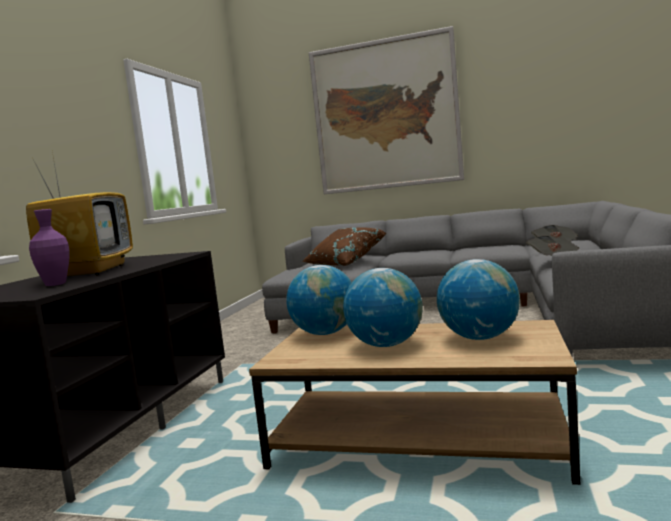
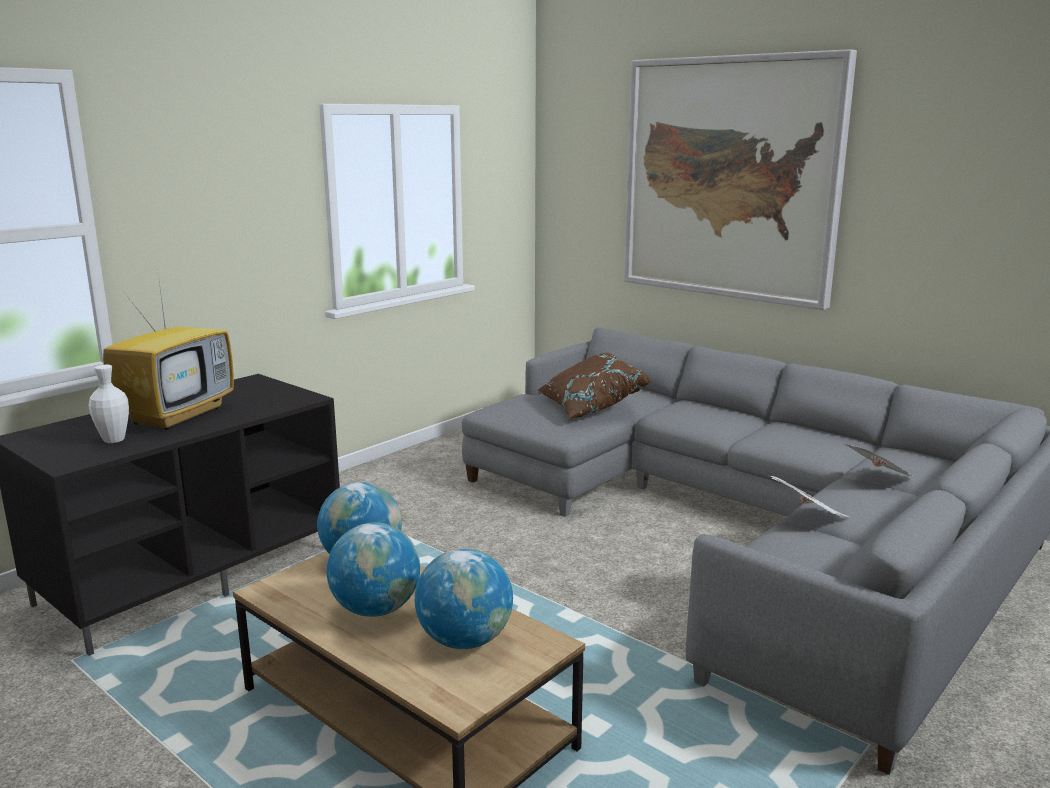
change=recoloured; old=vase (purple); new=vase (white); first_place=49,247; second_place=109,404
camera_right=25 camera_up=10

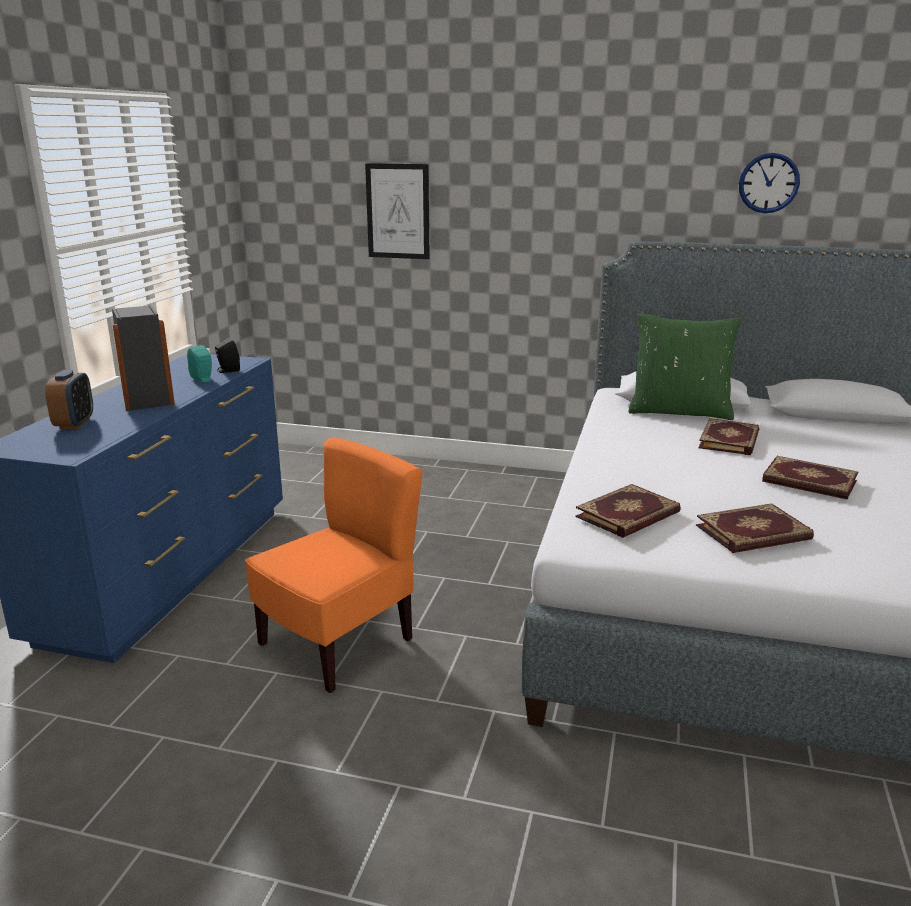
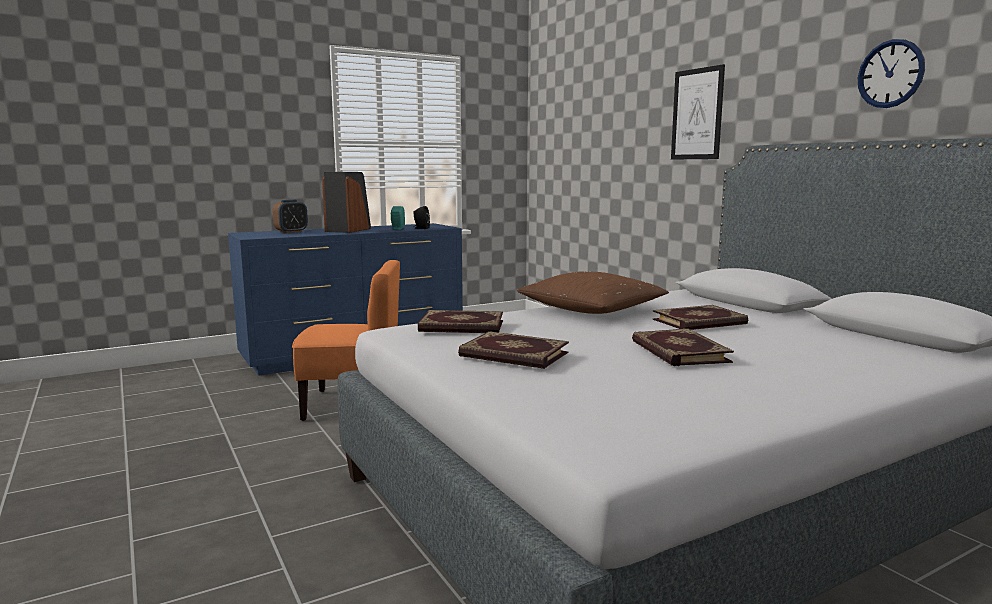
change=removed; old=pillow (green); first_place=684,366
change=added; new=pillow (brown); second_place=593,292
change=moved; old=picture; first_place=397,211; second_place=698,111
camera_right=45 camera_up=-10

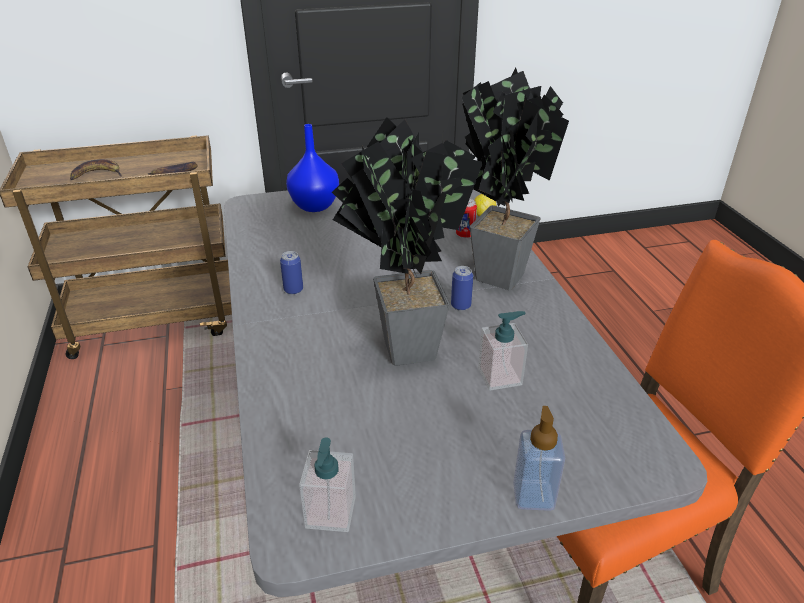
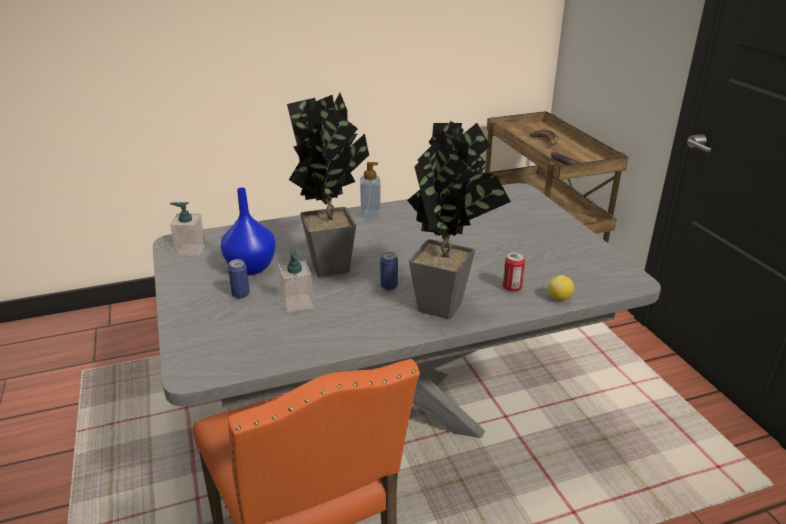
change=moved; old=can; first_place=291,273; second_place=239,278
change=moved; old=vase (blue); first_place=312,168; second_place=248,231
change=moved; old=soap dispenser; first_place=539,458; second_place=370,190
camera_right=85 camera_up=-5

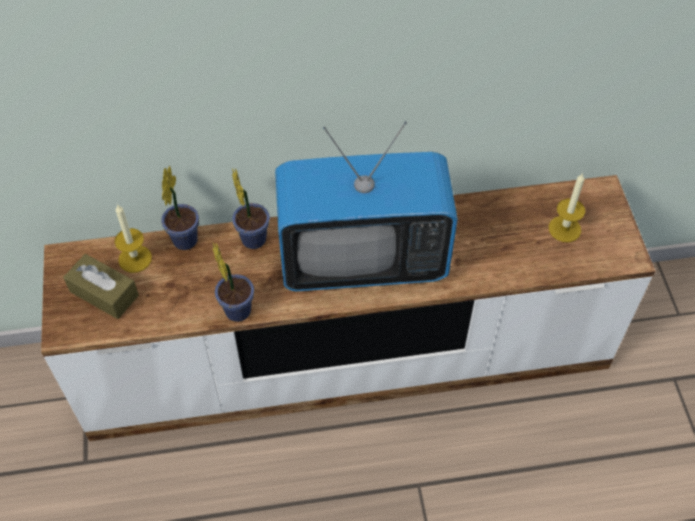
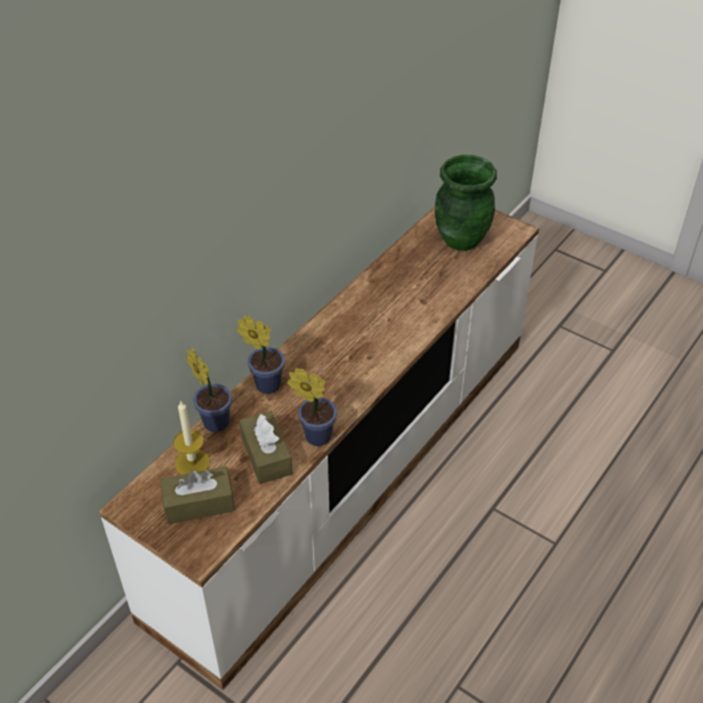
change=removed; old=television; first_place=366,206
change=added; new=tissue box (brown); second_place=266,447
change=replaced; old=candle; new=vase (green); first_place=567,207; second_place=466,203
camera_right=-45 camera_up=-10

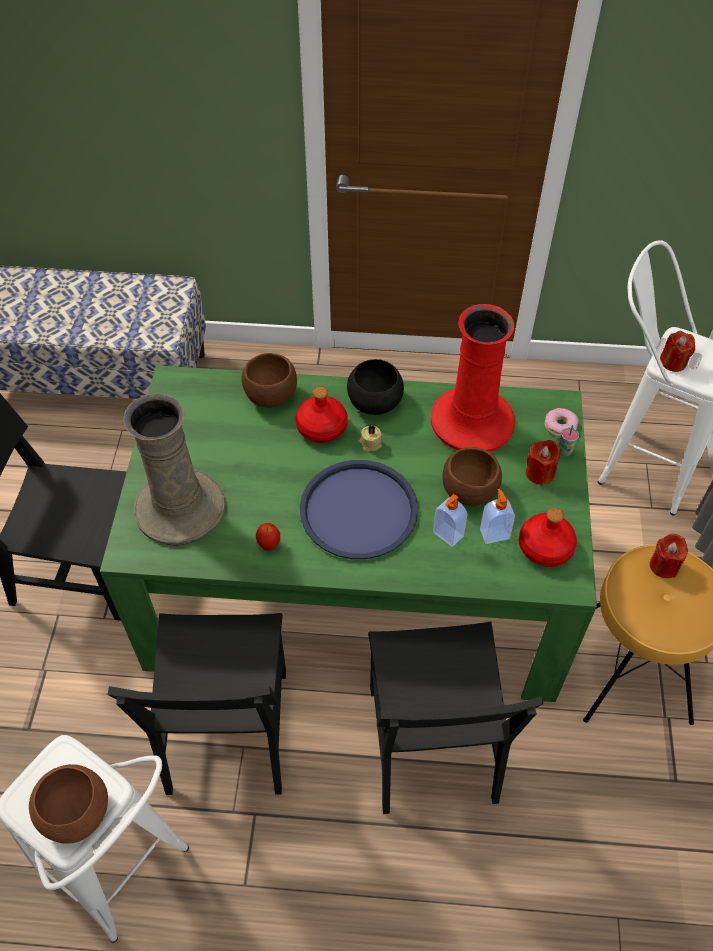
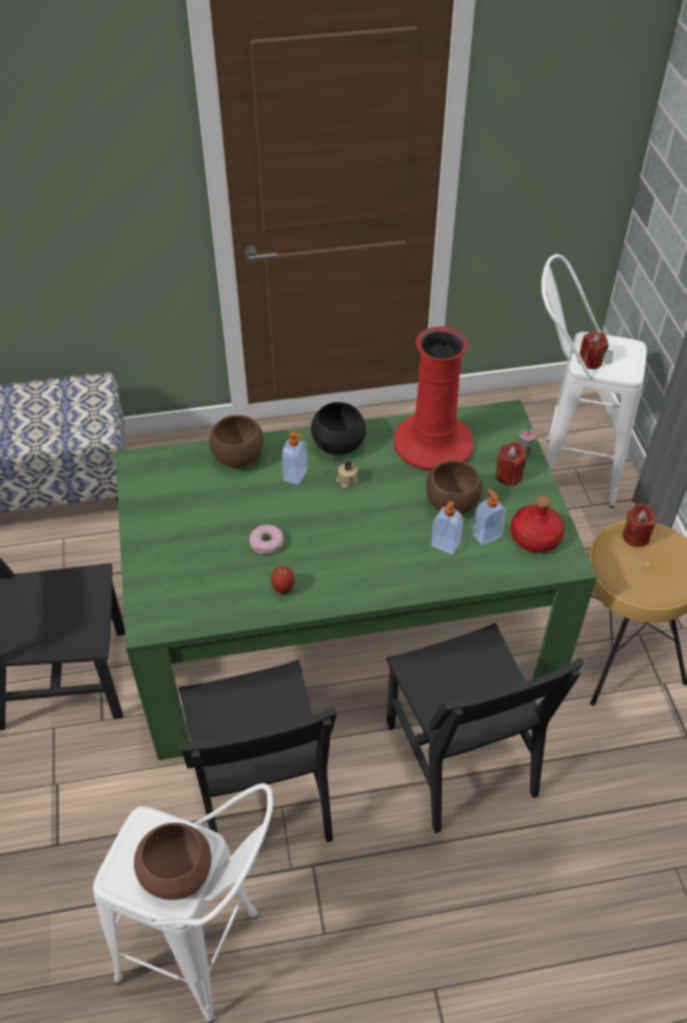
change=removed; old=vase (beige); first_place=174,469
change=removed; old=tray (blue); first_place=359,509
change=moved; old=donut; first_place=561,422; second_place=266,539
change=replaced; old=bottle (red); new=soap dispenser; first_place=322,415; second_place=294,458
camera_right=-15 camera_up=-5

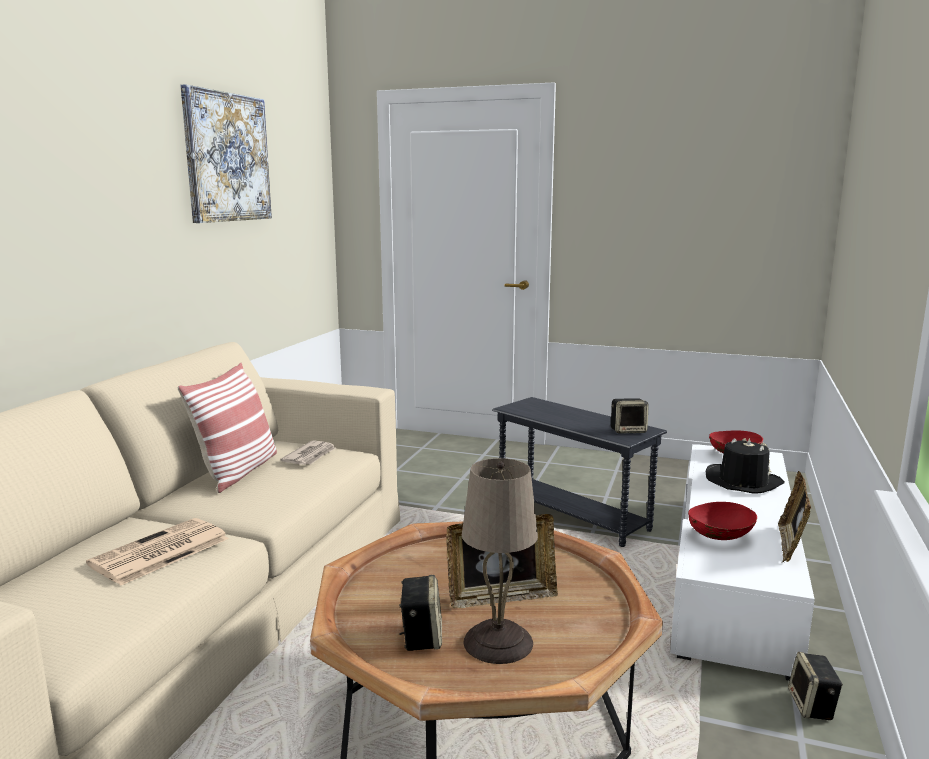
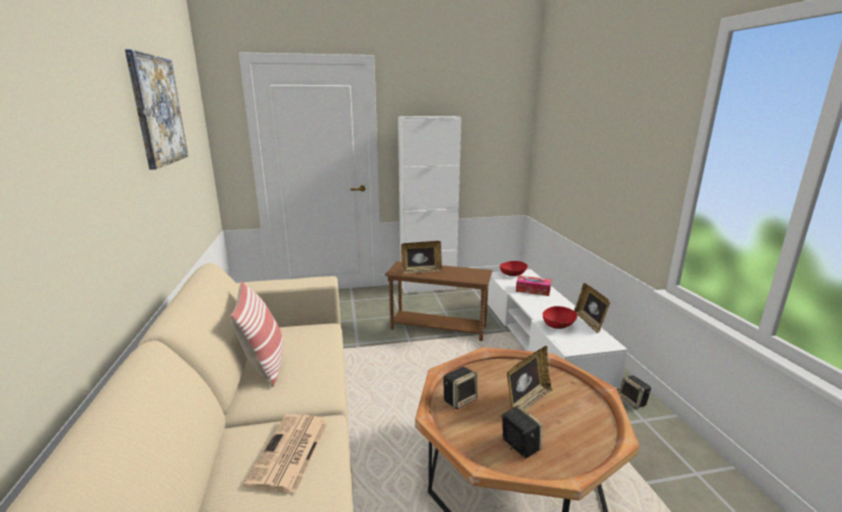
change=removed; old=newspaper; first_place=308,452
change=removed; old=table lamp (beige); first_place=500,561
change=added; new=cabinet (white); second_place=429,205
change=added; new=picture frame; second_place=421,257
change=moved; old=speaker; first_place=630,416; second_place=461,388
change=replaced; old=hat (black); new=tissue box; first_place=745,466; second_place=533,285
change=recoloured; old=side table (grey); new=side table (brown); first_place=579,472; second_place=438,301
camera_right=-30 camera_up=5

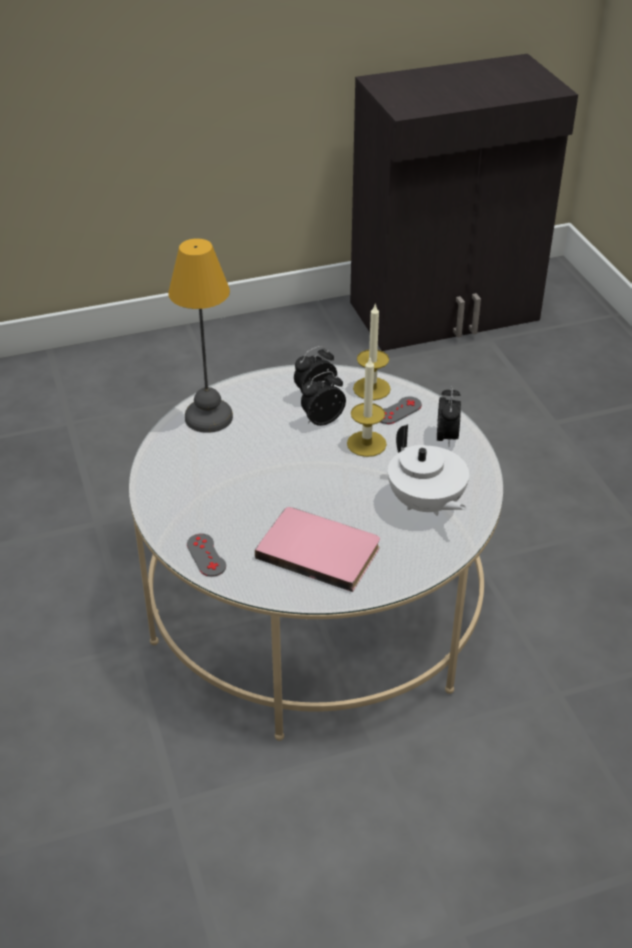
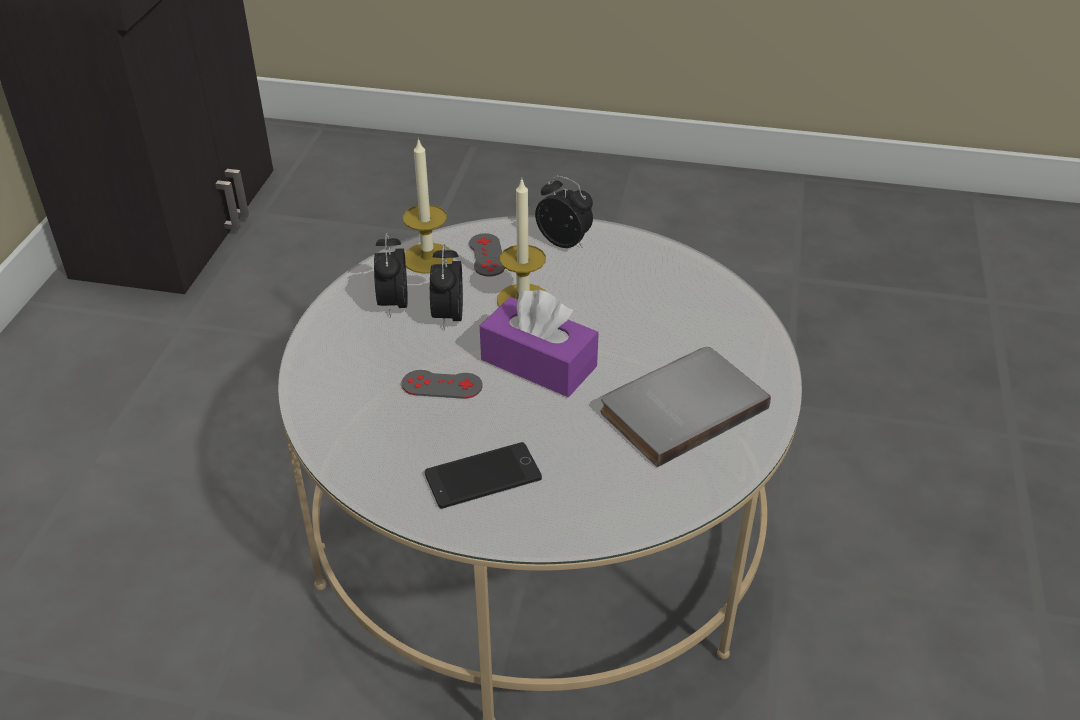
change=removed; old=table lamp; first_place=200,336
change=removed; old=teapot (white); first_place=428,470
change=added; new=phone; second_place=483,475
change=added; new=tissue box (purple); second_place=539,343
change=moved; old=game controller (grey); first_place=206,555; second_place=442,384
change=recoloured; old=book (pink); new=book (grey); first_place=317,549; second_place=686,407
camera_right=-60 camera_up=0

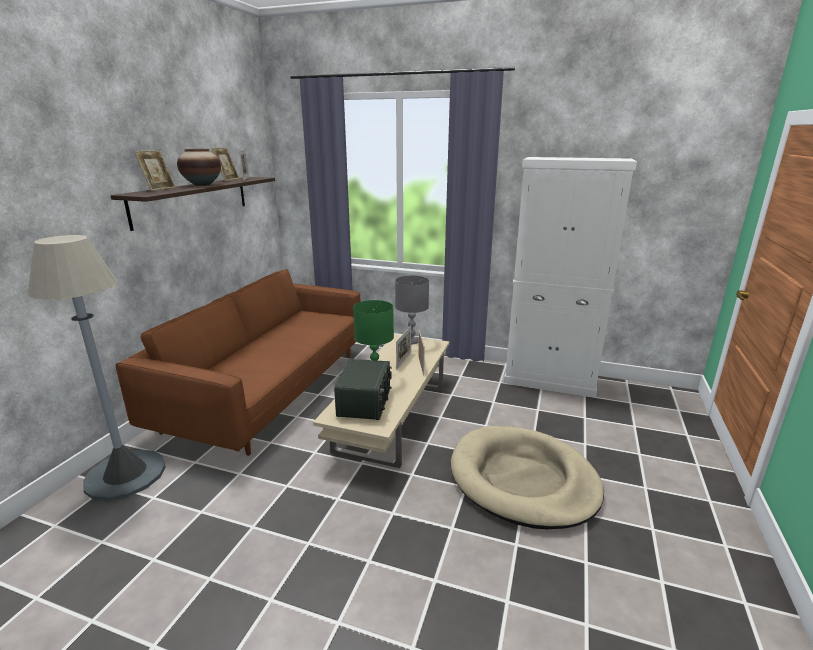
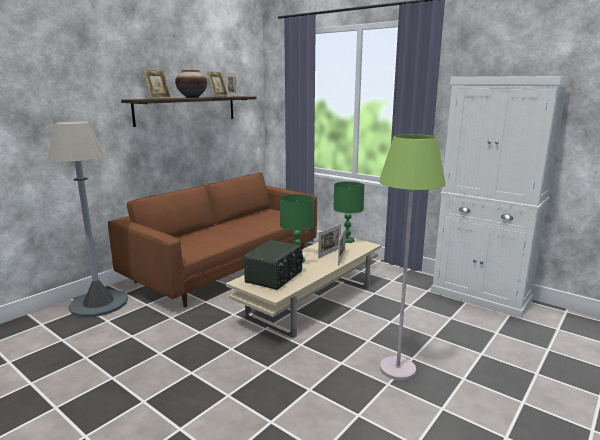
change=replaced; old=dog bed (beige); new=floor lamp (green); first_place=527,477; second_place=412,257
change=recoloured; old=table lamp (grey); new=table lamp (green); first_place=412,310; second_place=348,212
camera_right=20 camera_up=-5

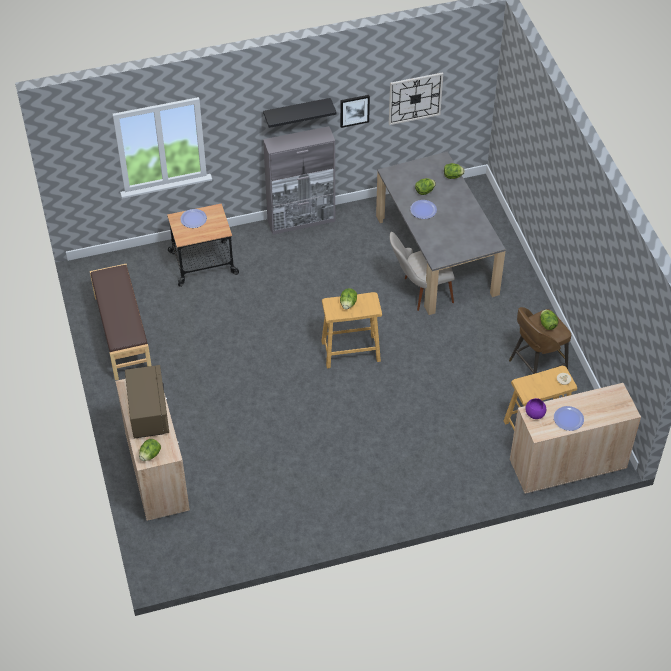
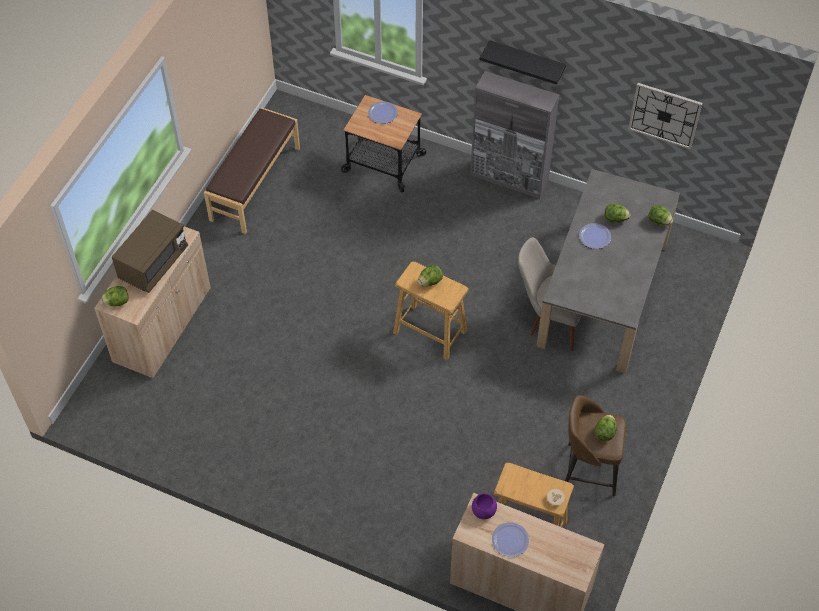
change=removed; old=picture; first_place=355,111
camera_right=40 camera_up=5

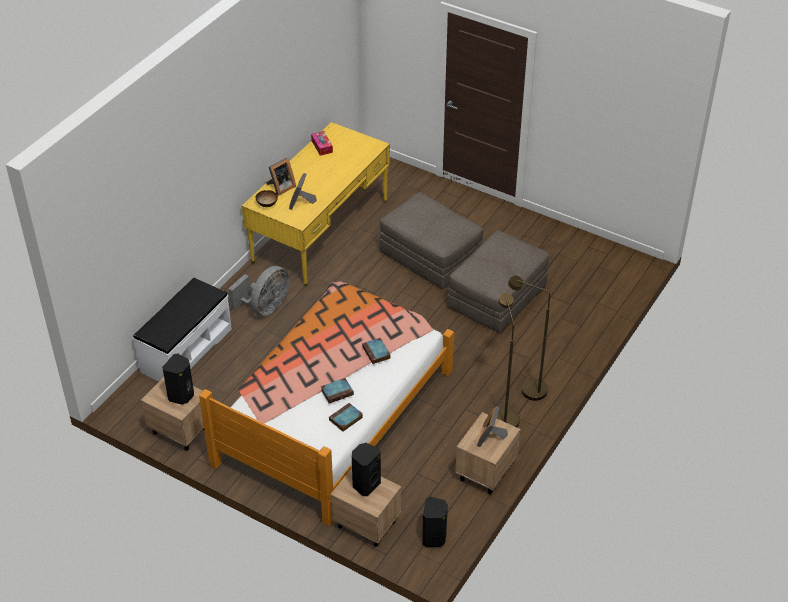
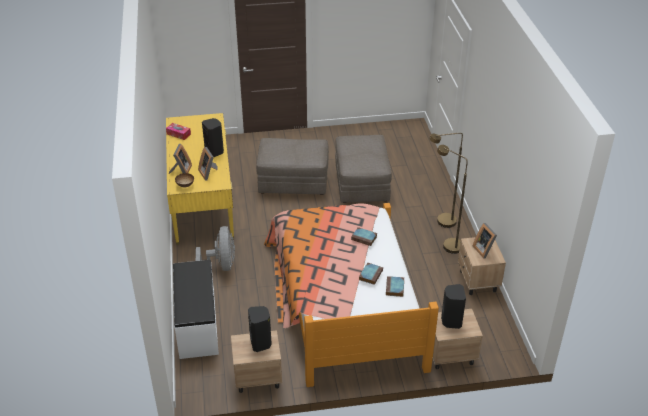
change=moved; old=speaker (black); first_place=435,522; second_place=213,137
camera_right=-40 camera_up=-5

